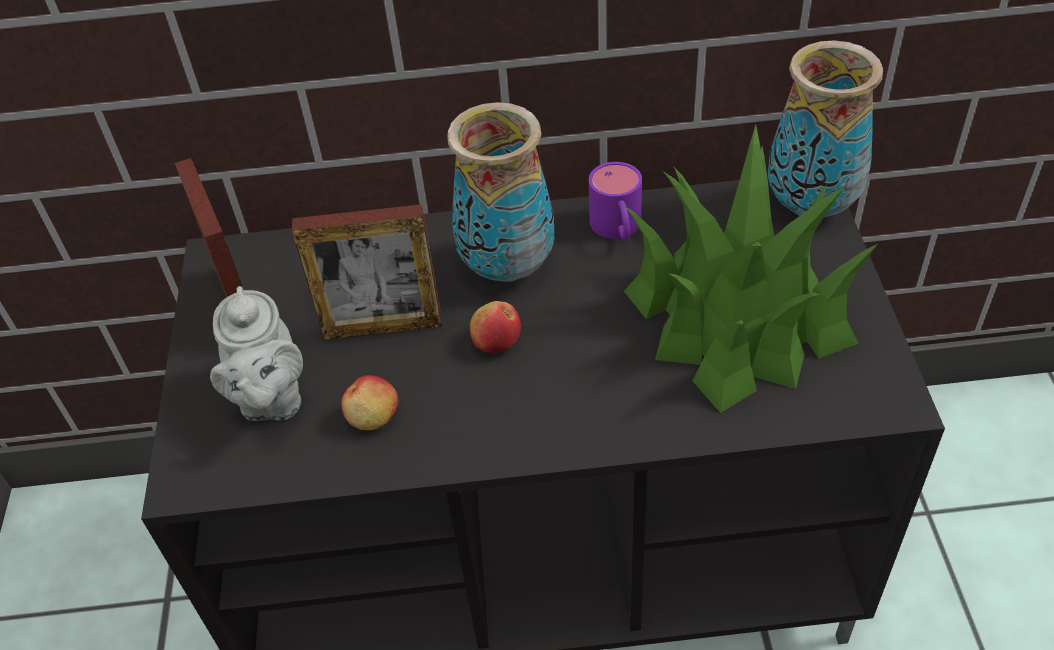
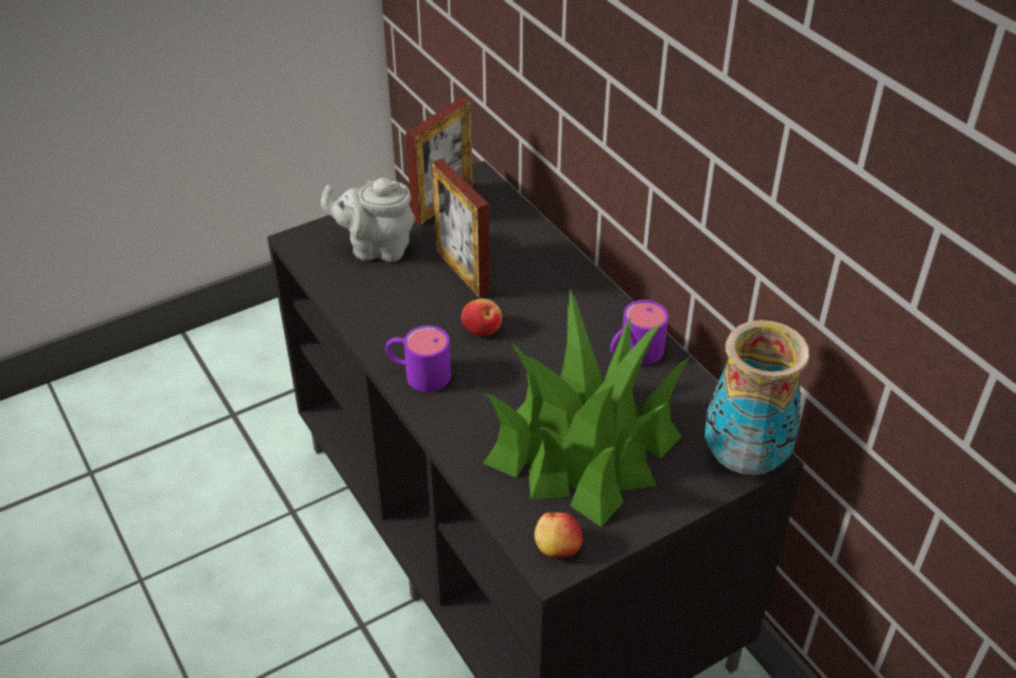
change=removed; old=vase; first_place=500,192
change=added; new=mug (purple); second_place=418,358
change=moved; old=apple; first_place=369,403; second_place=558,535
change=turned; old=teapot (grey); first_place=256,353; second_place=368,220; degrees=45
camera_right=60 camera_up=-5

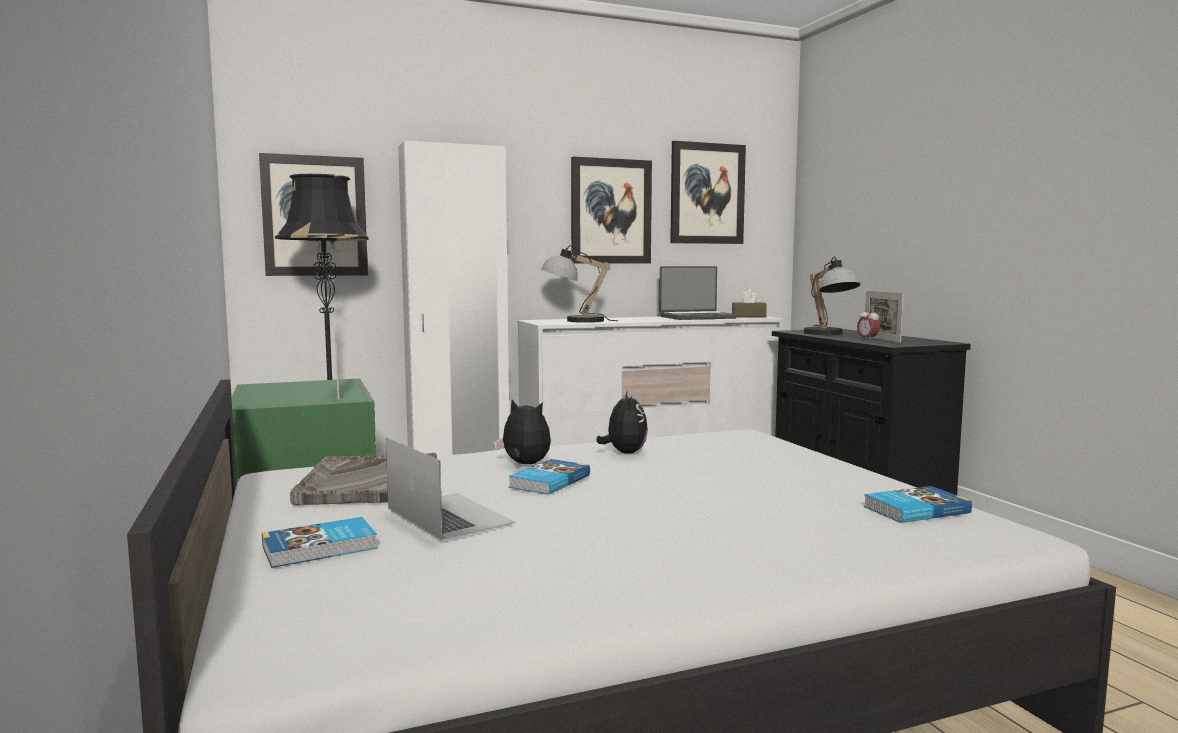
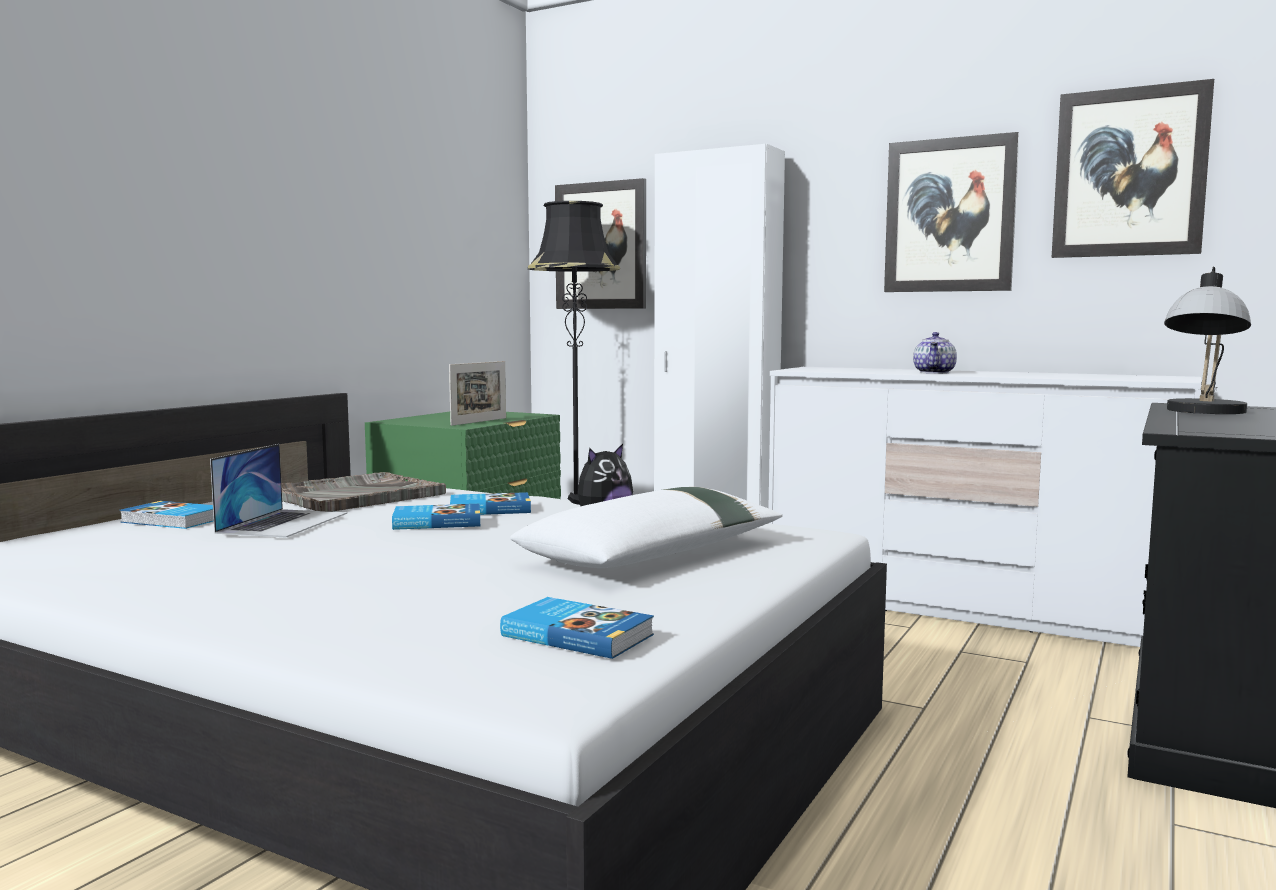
change=removed; old=table lamp; first_place=579,284
change=removed; old=laptop; first_place=698,293
change=removed; old=tissue box (brown); first_place=749,303
change=removed; old=alarm clock; first_place=868,324
change=removed; old=picture frame; first_place=884,317
change=added; new=pillow (white); second_place=646,527
change=added; new=teapot; second_place=935,353
change=replaced; old=plush toy; new=book; first_place=522,431; second_place=490,503
camera_right=50 camera_up=0

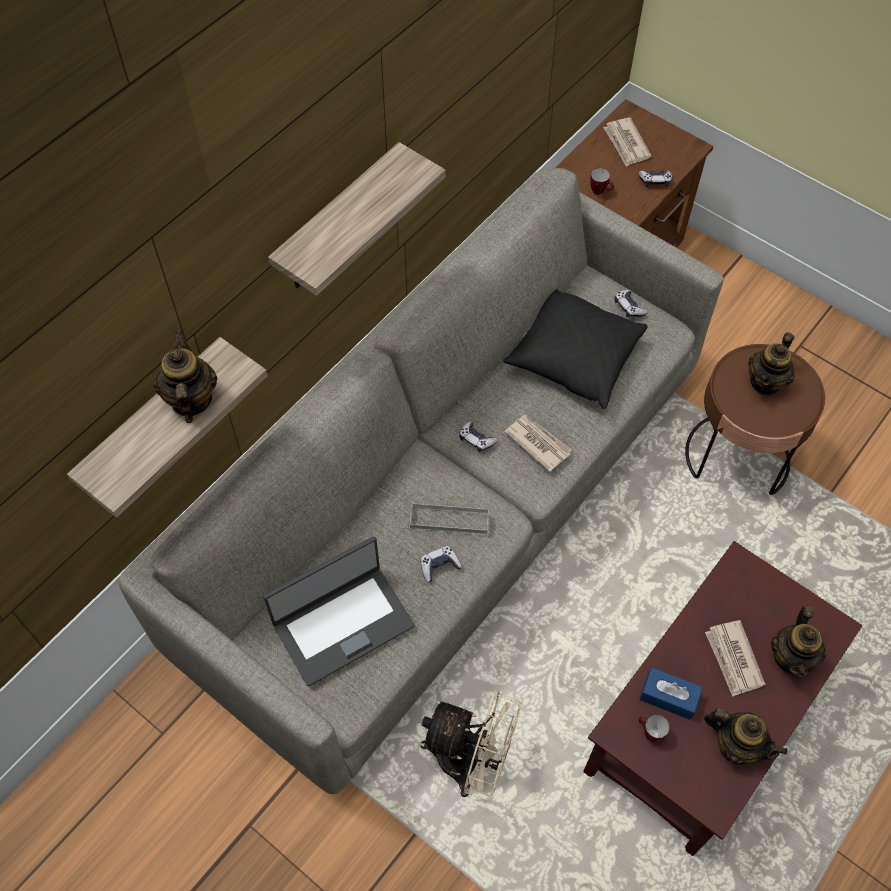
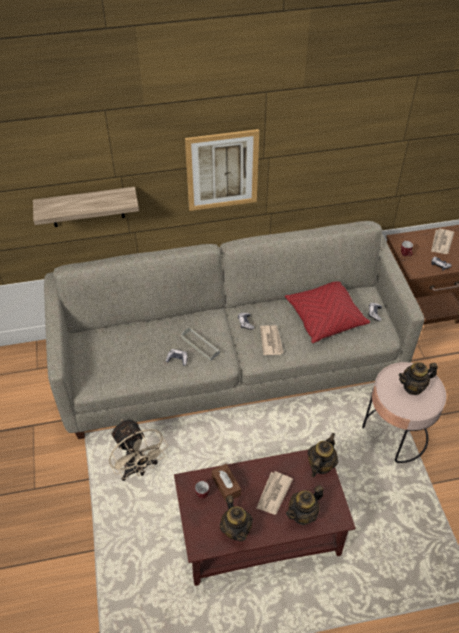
change=removed; old=laptop; first_place=339,611
change=moved; old=teapot; first_place=185,377; second_place=322,455
change=replaced; old=shelf; new=picture; first_place=356,219; second_place=222,170
change=recoloured; old=pillow (black); new=pillow (red); first_place=575,349; second_place=327,312
change=recoloured; old=tissue box (blue); new=tissue box (brown); first_place=671,693; second_place=226,483
change=recoloured; old=side table (brown); new=side table (pink); first_place=755,419; second_place=404,412
camera_right=40 camera_up=-10

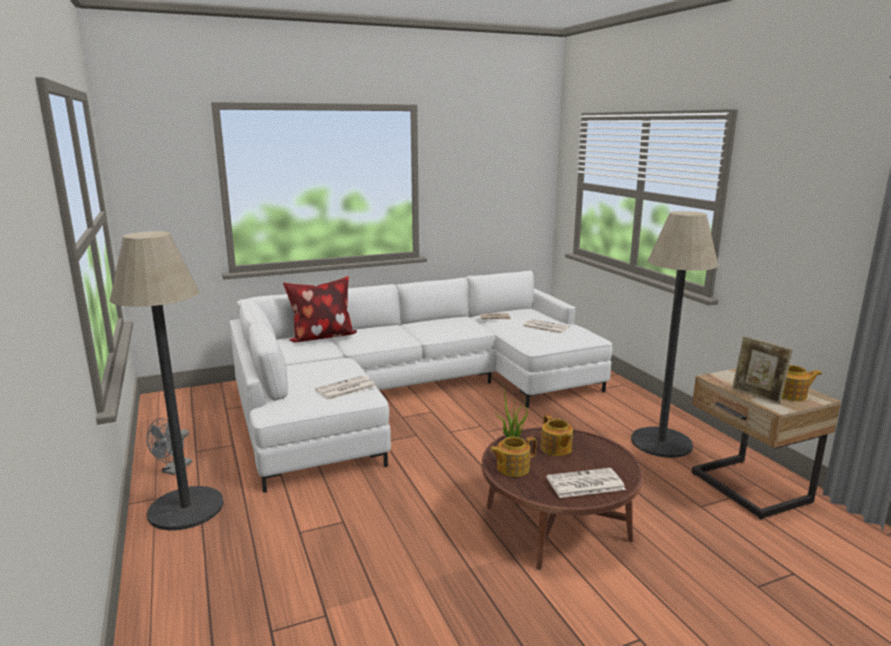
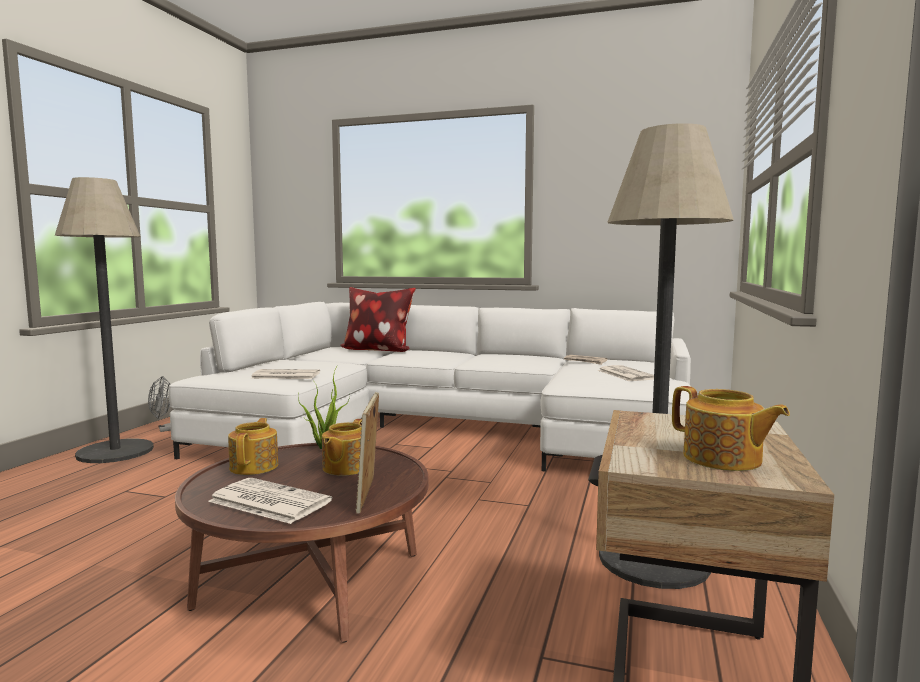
change=moved; old=picture frame; first_place=762,370; second_place=367,453
change=turned; old=teapot; first_place=513,457; second_place=253,446; degrees=75
camera_right=40 camera_up=-10

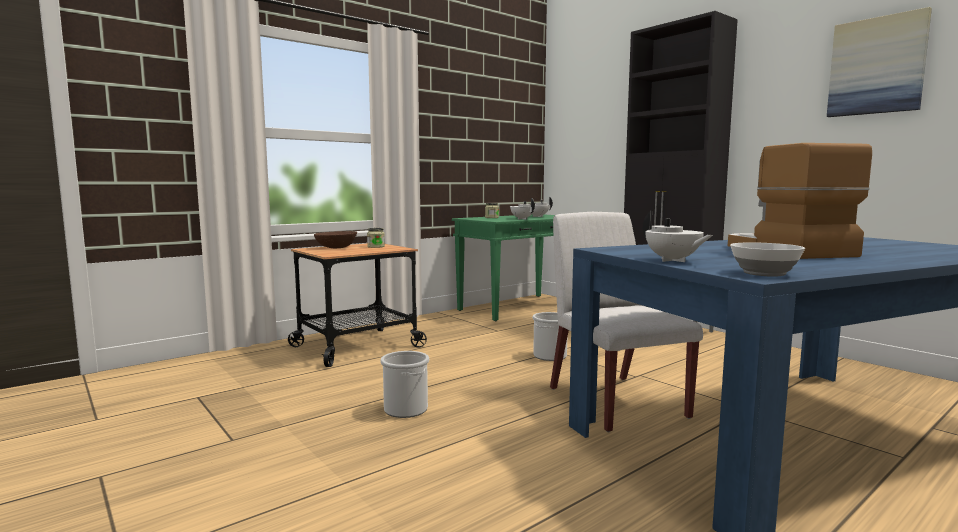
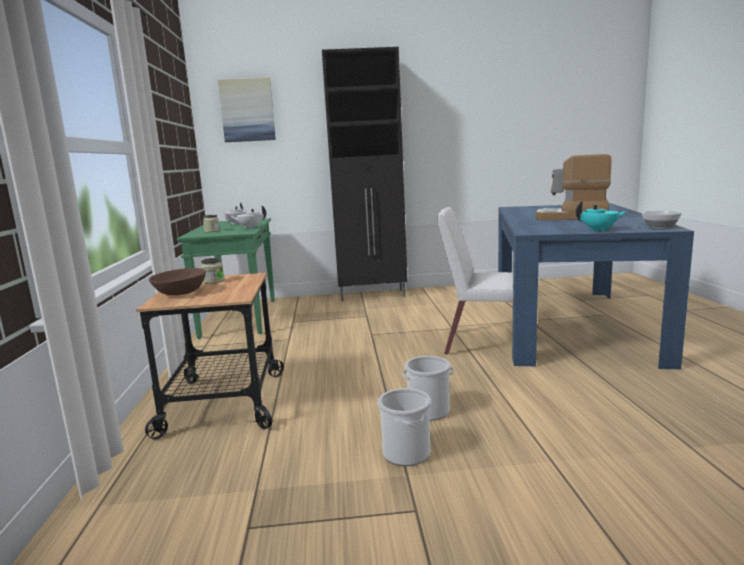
change=moved; old=bucket; first_place=549,336; second_place=404,427
change=moved; old=picture; first_place=879,62; second_place=247,110
change=recoloured; old=teapot (white); new=teapot (turquoise); first_place=678,236; second_place=601,216
camera_right=-55 camera_up=5

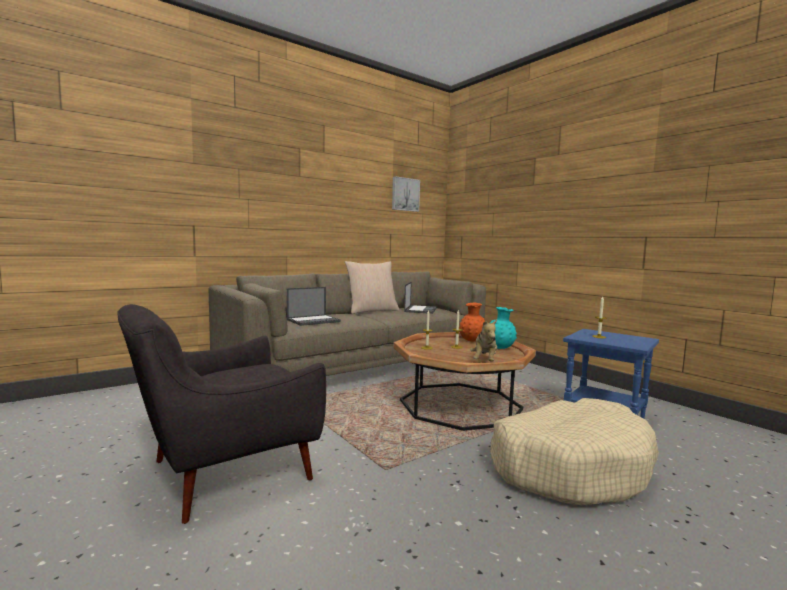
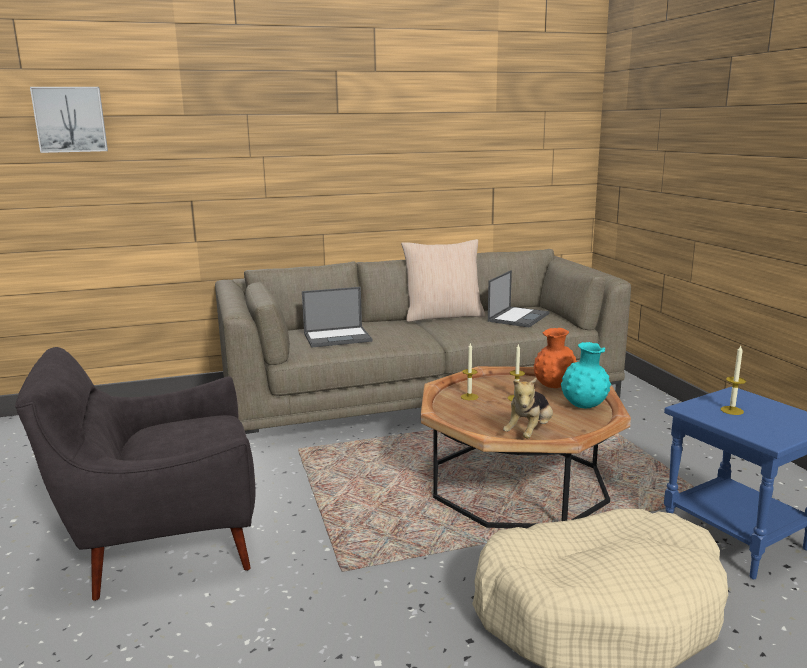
change=moved; old=picture; first_place=406,194; second_place=69,120
camera_right=20 camera_up=10

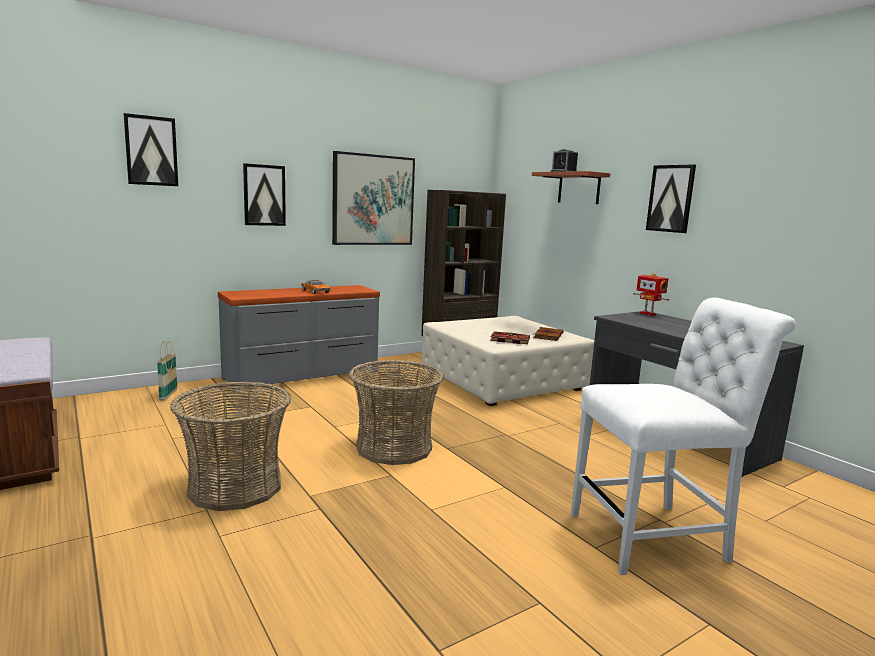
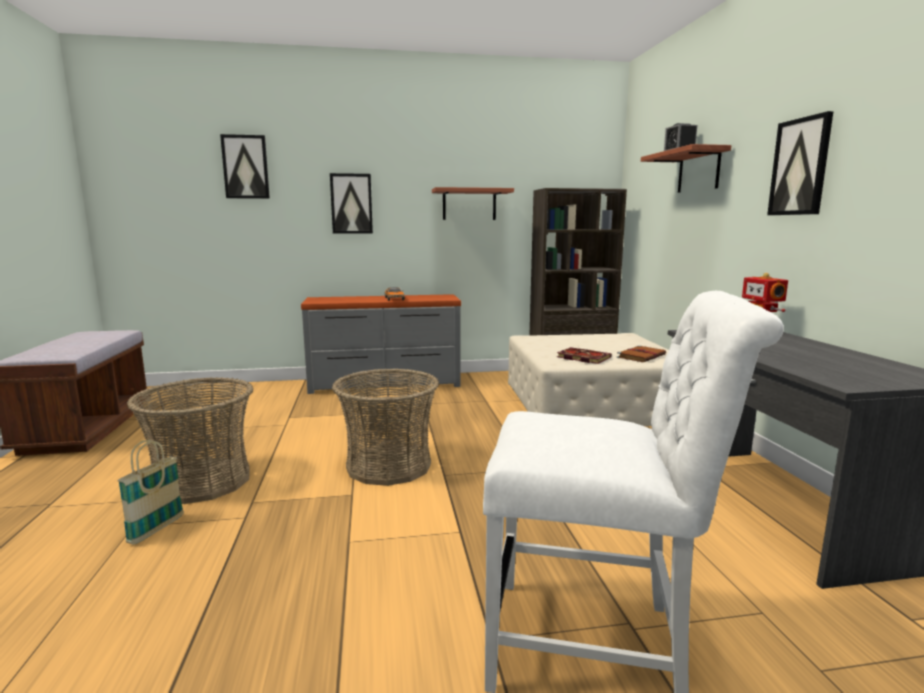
change=moved; old=basket; first_place=167,370; second_place=151,492
change=replaced; old=picture; new=shelf; first_place=373,198; second_place=473,203
camera_right=25 camera_up=0

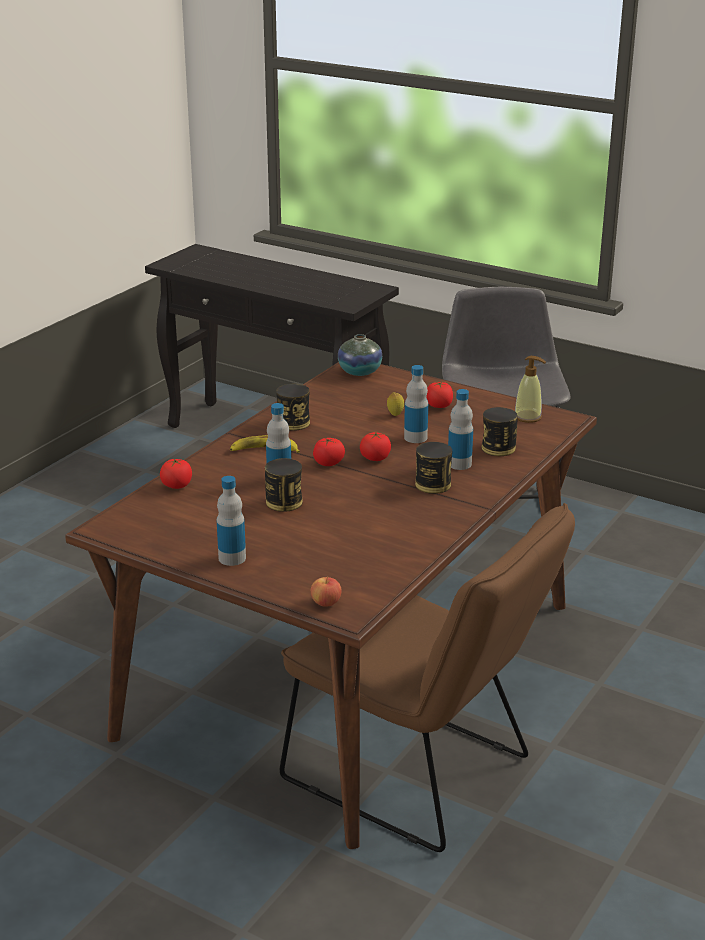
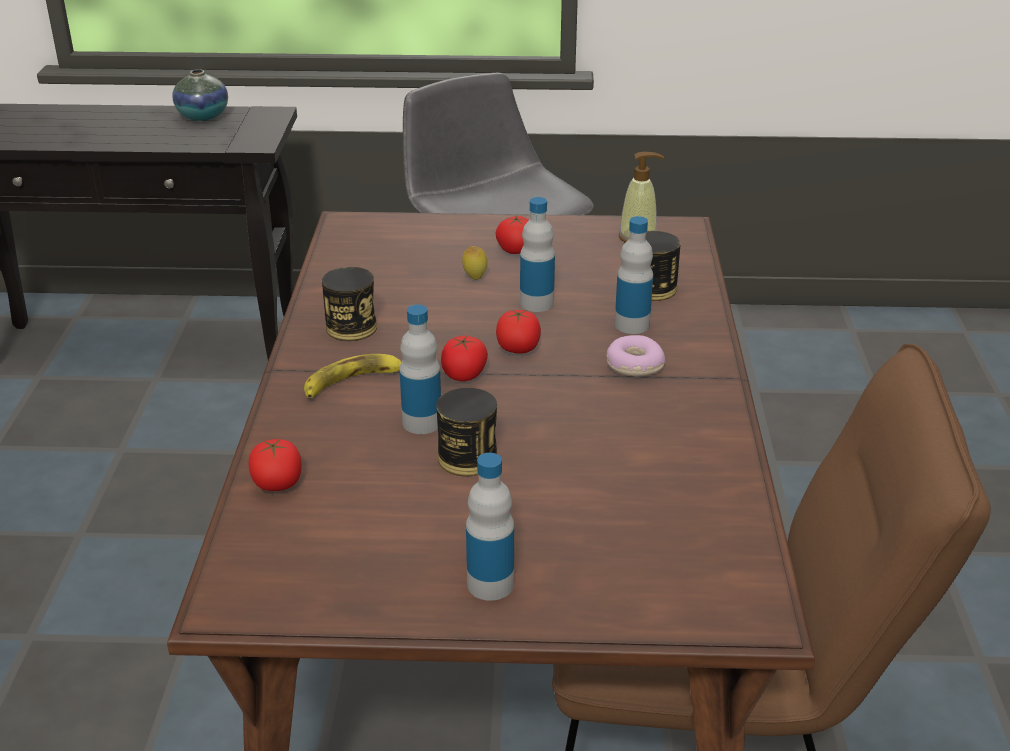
change=removed; old=apple; first_place=326,591
change=moved; old=vase; first_place=360,355; second_place=200,95
change=replaced; old=can; new=donut; first_place=433,468; second_place=636,356
camera_right=-30 camera_up=5

